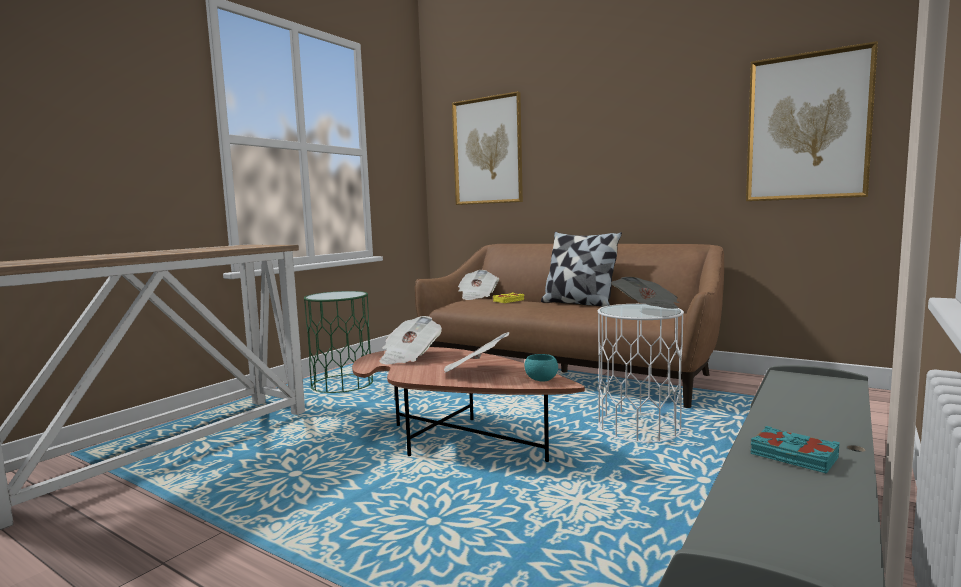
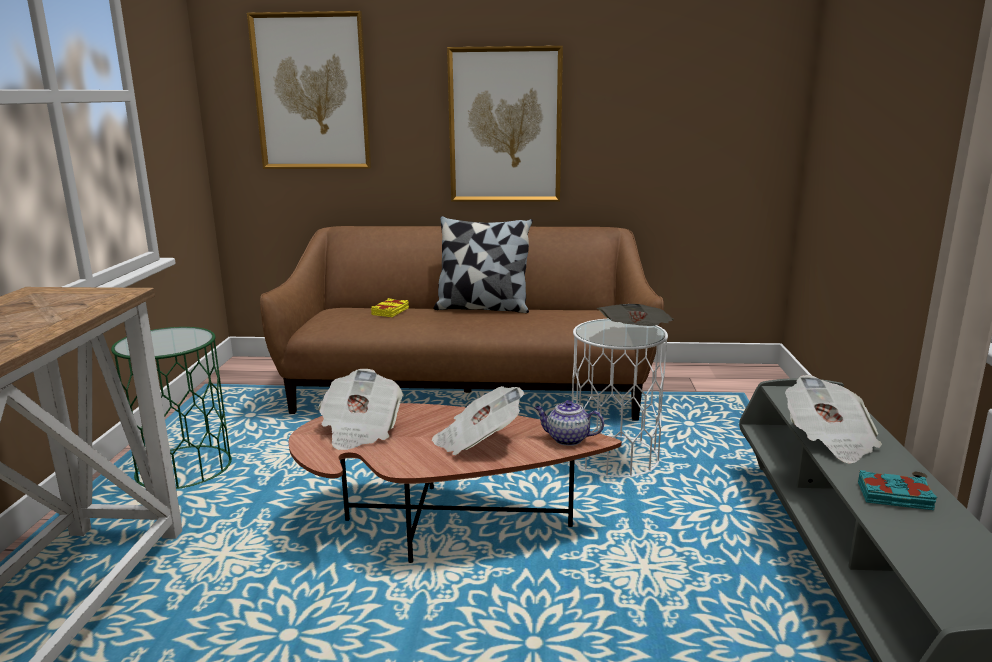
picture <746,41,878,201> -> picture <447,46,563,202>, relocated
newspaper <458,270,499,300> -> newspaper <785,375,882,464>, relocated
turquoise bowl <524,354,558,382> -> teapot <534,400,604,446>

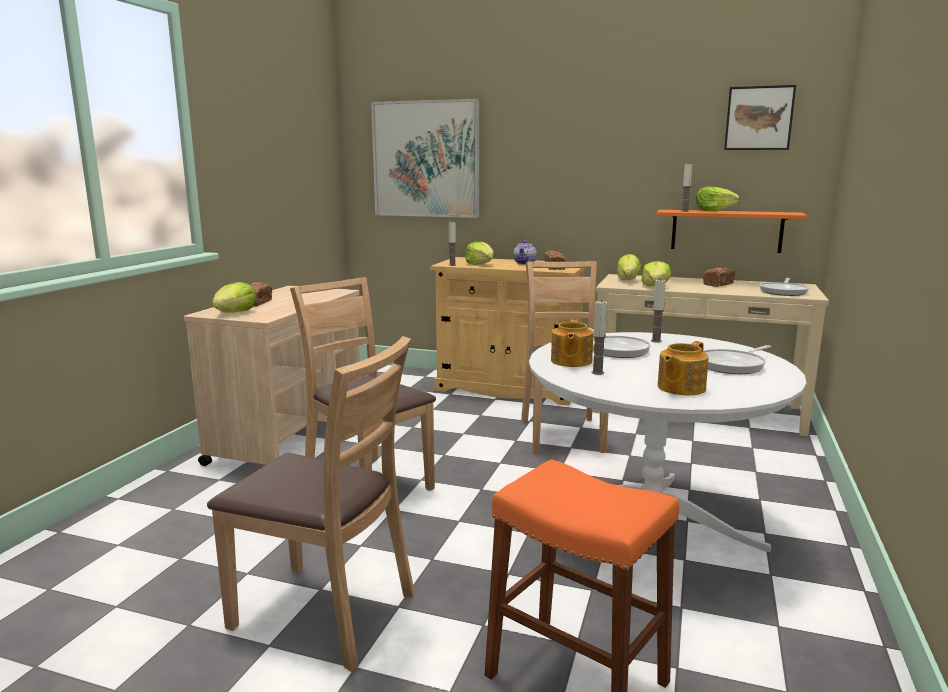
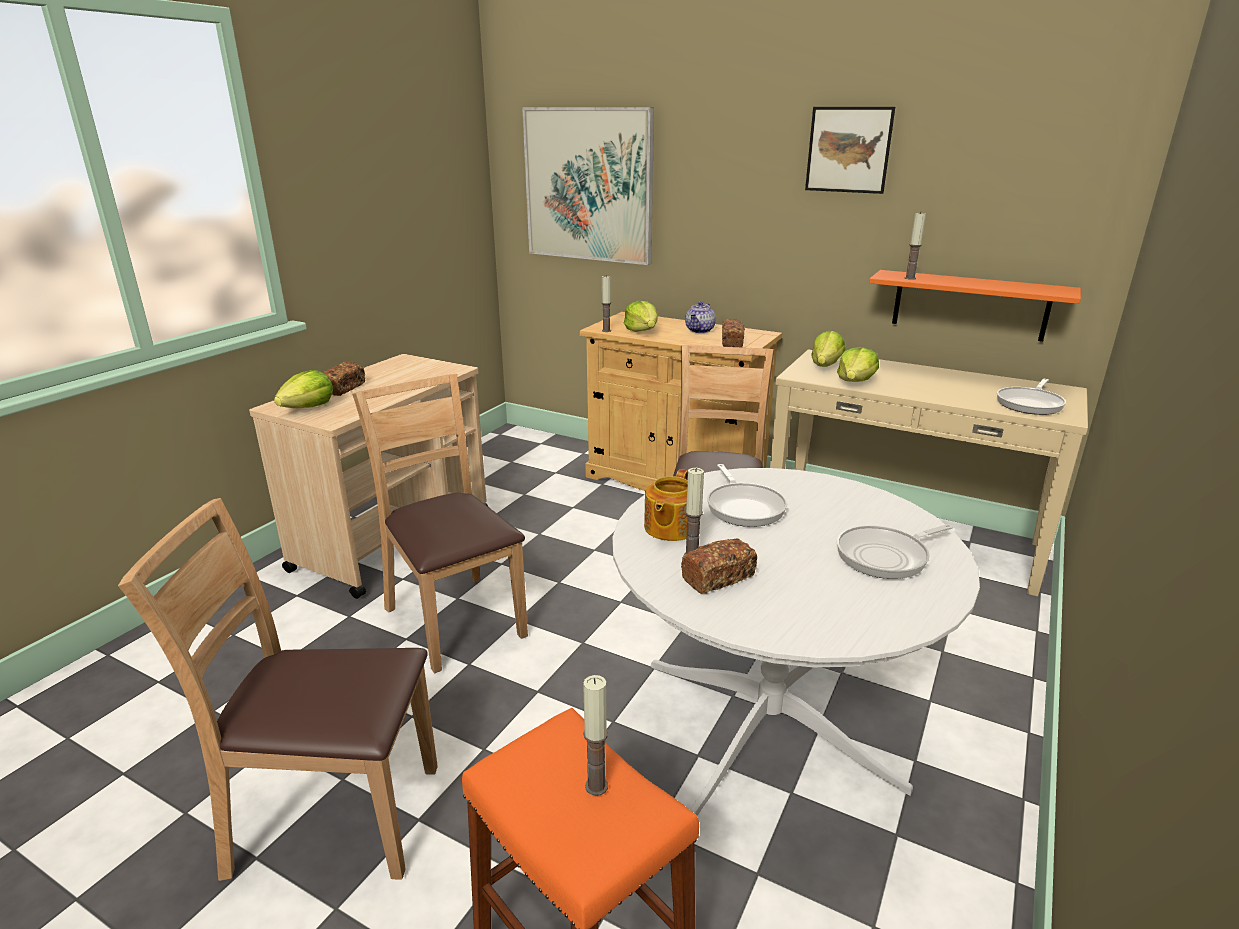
picture <724,85,796,150> -> picture <805,107,895,194>, relocated
lettuce <696,186,740,211> -> none
bread <703,268,735,287> -> bread <681,539,757,594>, relocated
candle <651,279,666,343> -> candle <583,675,608,796>, relocated
brown chair <207,336,415,672> -> brown chair <118,498,438,881>, 150 degrees clockwise
teapot <658,341,709,395> -> none

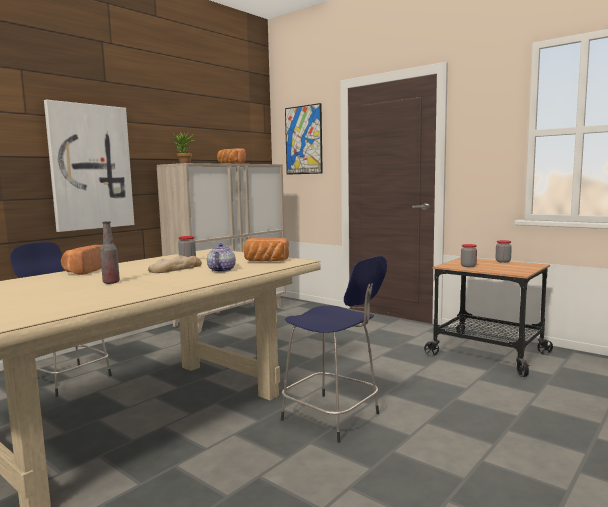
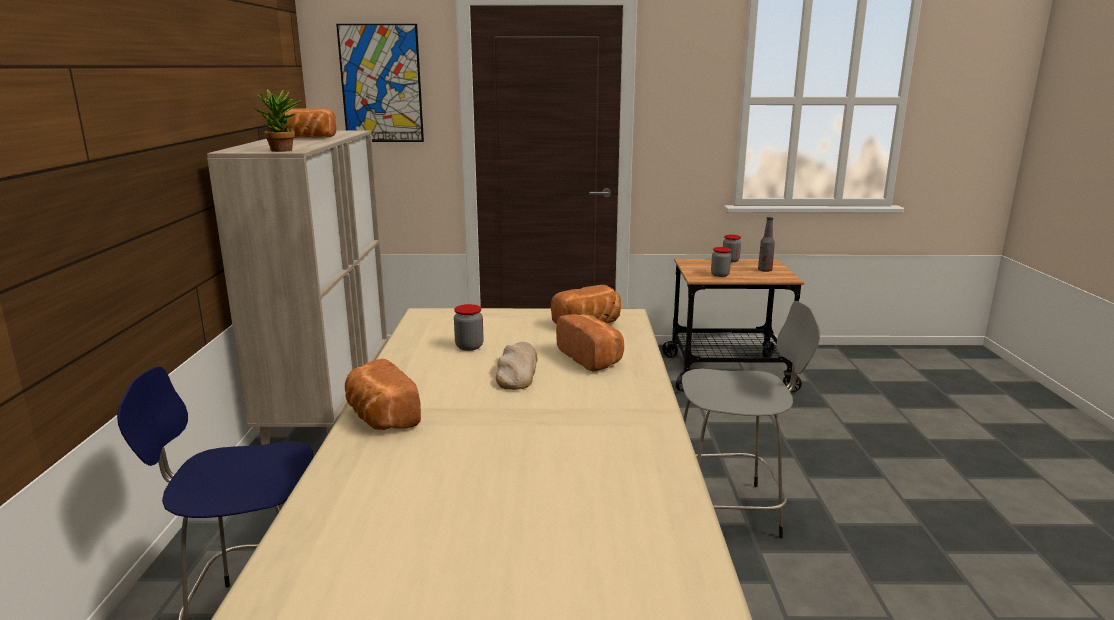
picture <44,100,134,232> -> none
bottle <100,221,120,284> -> bottle <758,217,775,272>, relocated
teapot <207,243,236,272> -> bread <556,314,624,372>
blue stool <281,256,387,443> -> grey stool <682,301,820,538>

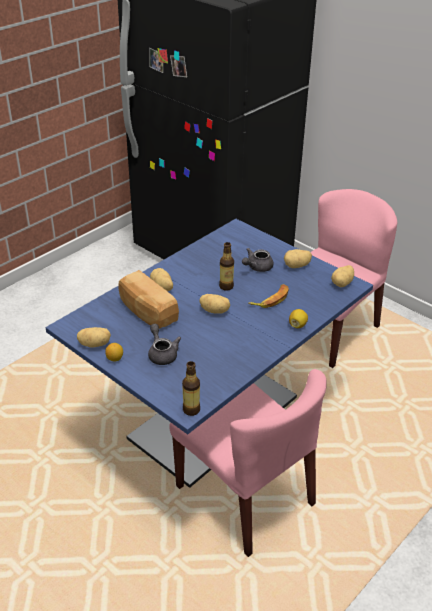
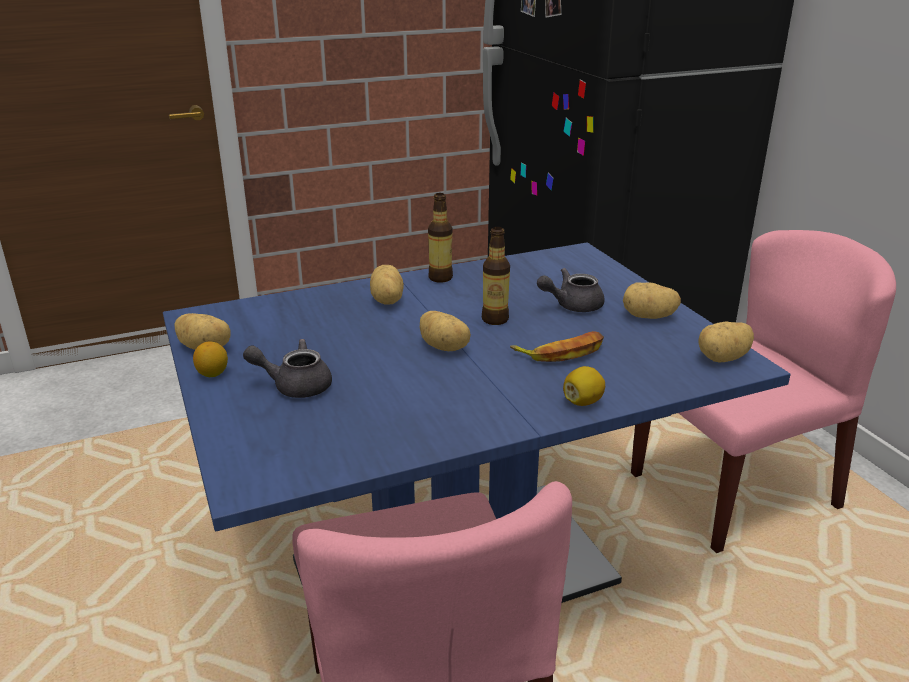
bread <118,270,179,329> -> none
grey teapot <148,324,181,365> -> grey teapot <243,339,332,398>, 90 degrees counterclockwise
bottle <182,361,200,416> -> bottle <428,193,453,283>, relocated

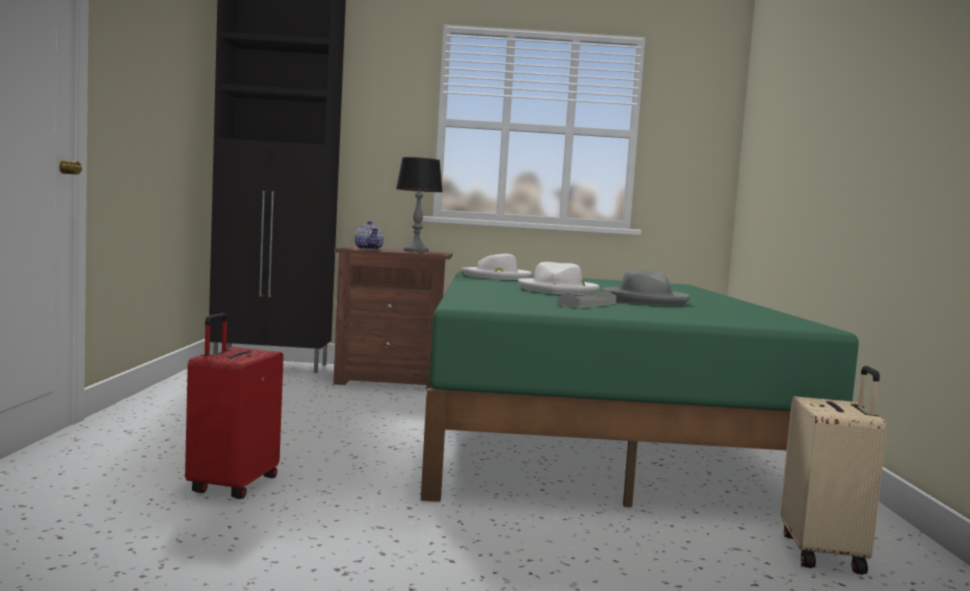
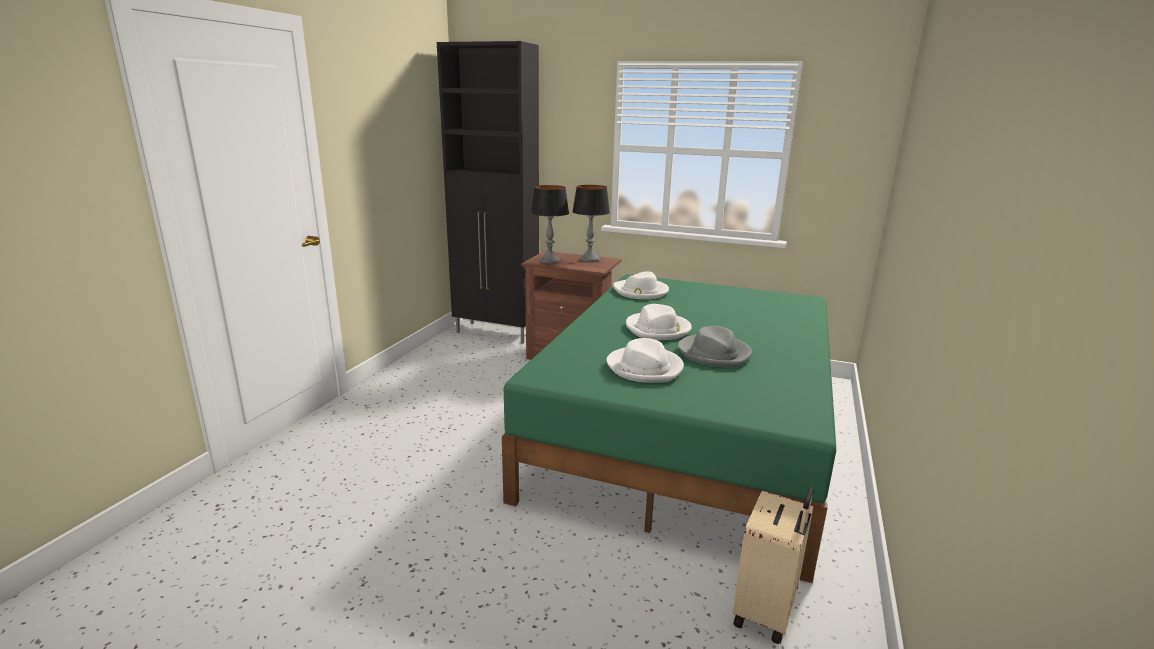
teapot <354,221,384,250> -> table lamp <531,185,569,264>
grey tray <557,290,616,308> -> white hat <607,338,684,383>
red suitcase <185,313,283,499> -> none

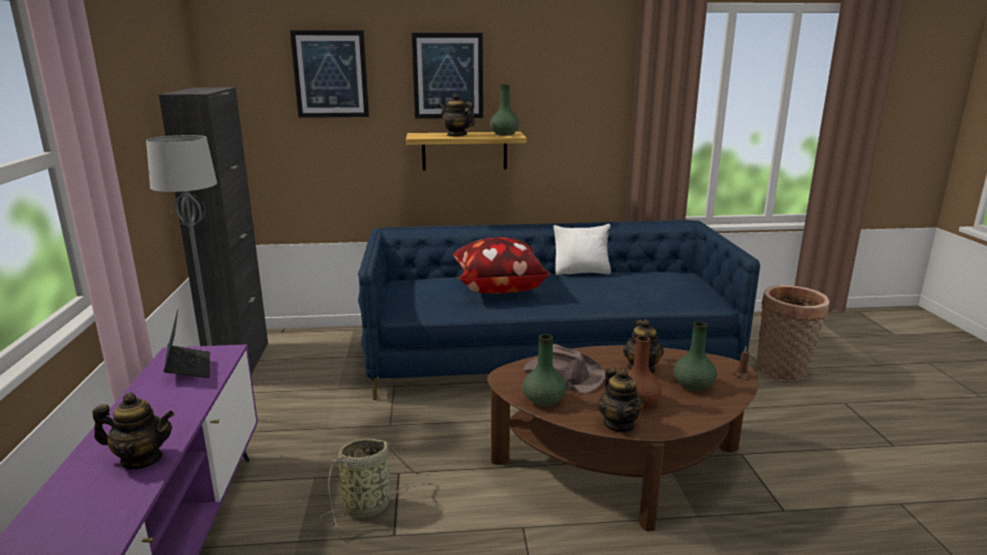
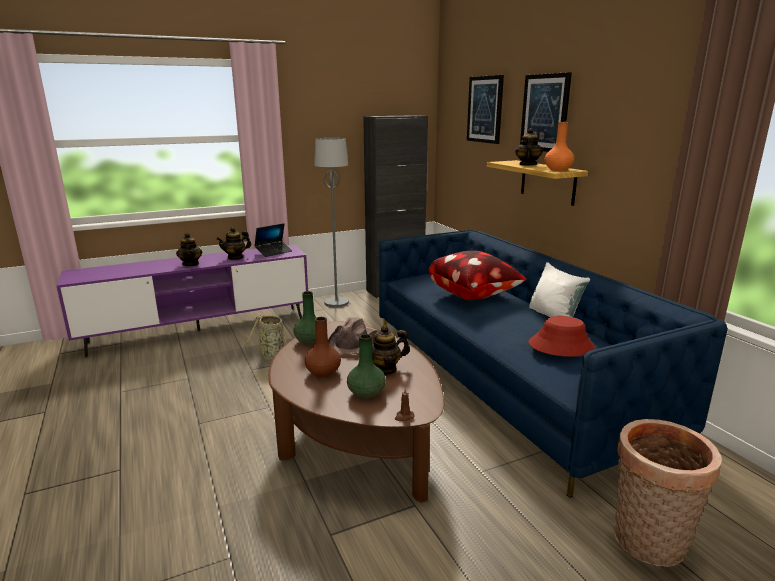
green vase <490,84,520,136> -> orange vase <545,122,574,171>
teapot <598,368,644,433> -> teapot <216,227,251,260>, relocated
none -> red hat <528,316,595,357>

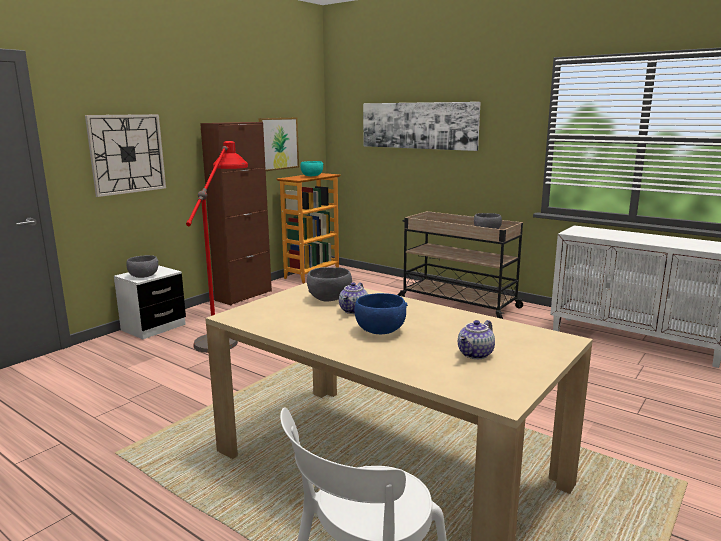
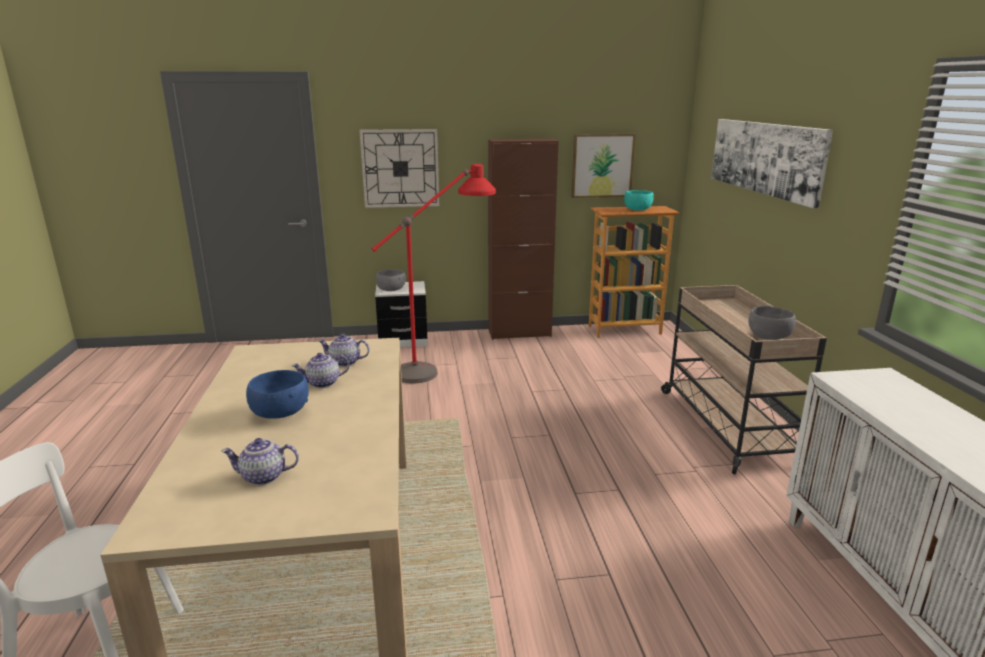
grey bowl <307,267,352,302> -> teapot <319,334,369,367>

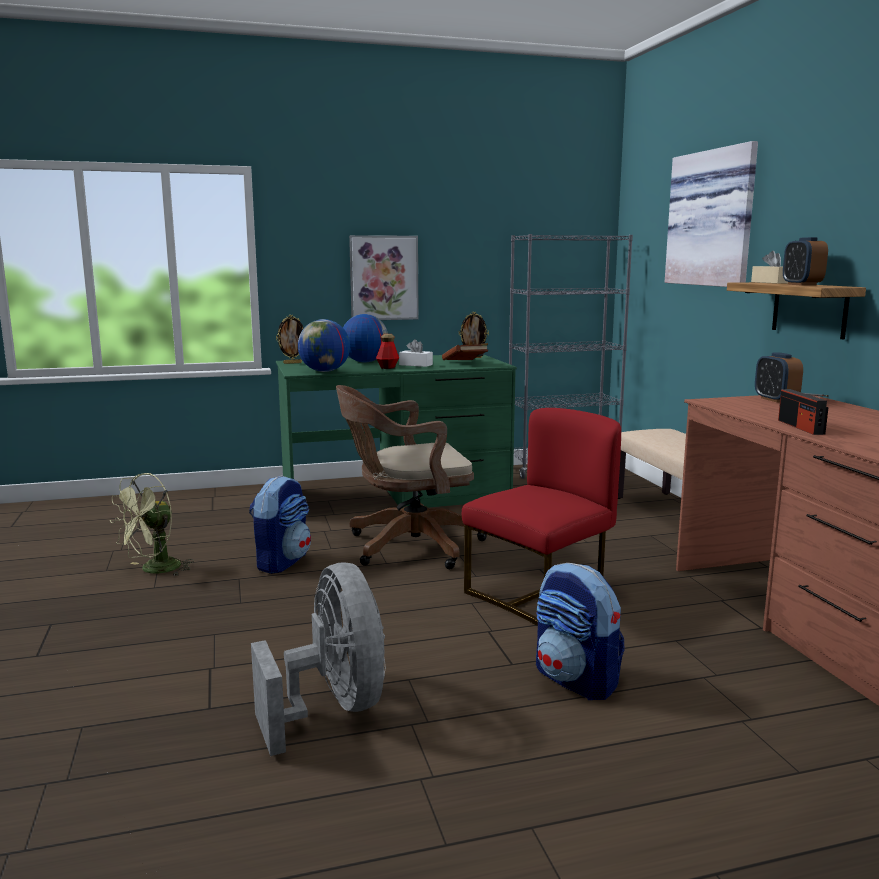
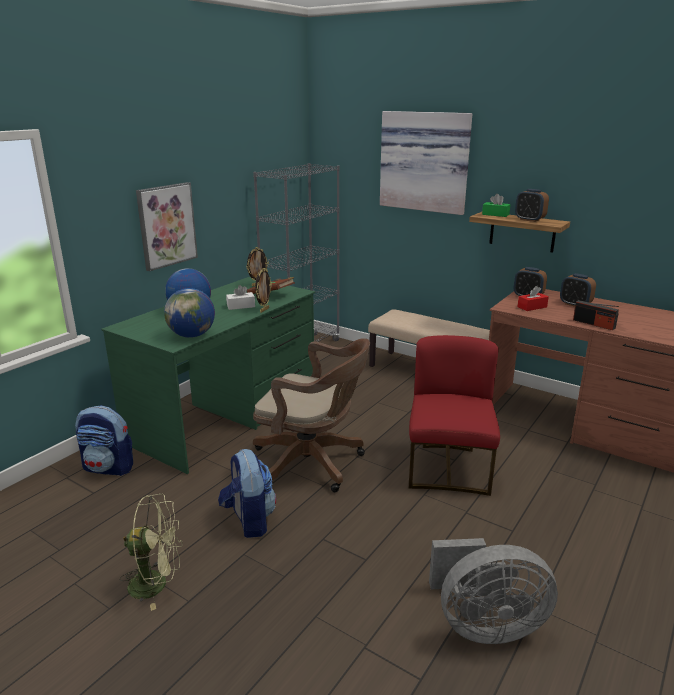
beige tissue box <751,251,788,284> -> green tissue box <482,194,511,217>
picture frame <276,315,304,364> -> picture frame <255,268,272,313>, relocated
bottle <376,334,399,369> -> none
brown office chair <336,385,487,569> -> brown office chair <253,338,370,492>, 105 degrees counterclockwise
green fan <110,473,194,576> -> green fan <120,494,183,611>, 90 degrees counterclockwise
grey fan <251,563,385,756> -> grey fan <429,538,558,644>, 150 degrees clockwise
backpack <536,563,625,700> -> backpack <75,405,133,476>, relocated
none -> alarm clock <560,273,596,307>
none -> red tissue box <518,286,549,311>

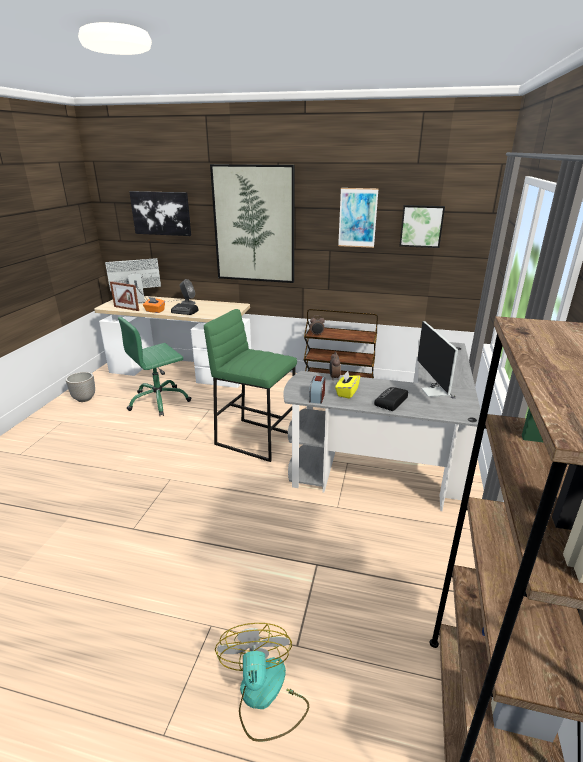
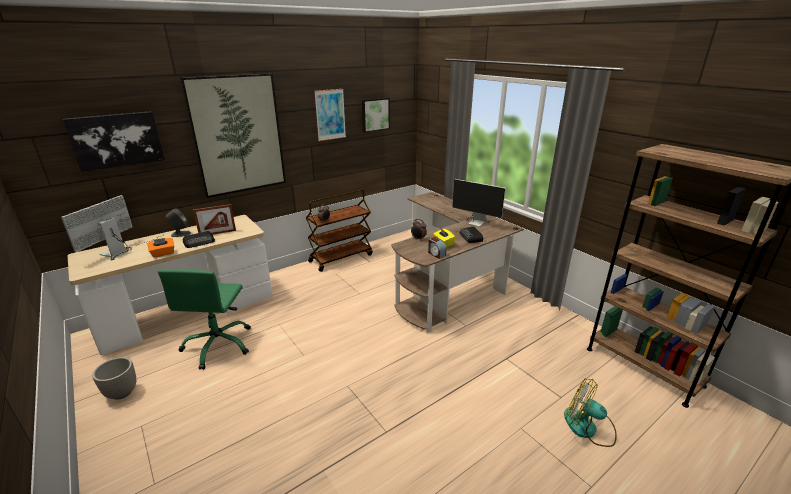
picture frame <110,281,139,311> -> picture frame <193,204,236,235>, relocated
green stool <204,309,297,462> -> none
grey desk <283,339,481,511> -> brown desk <391,192,524,333>

